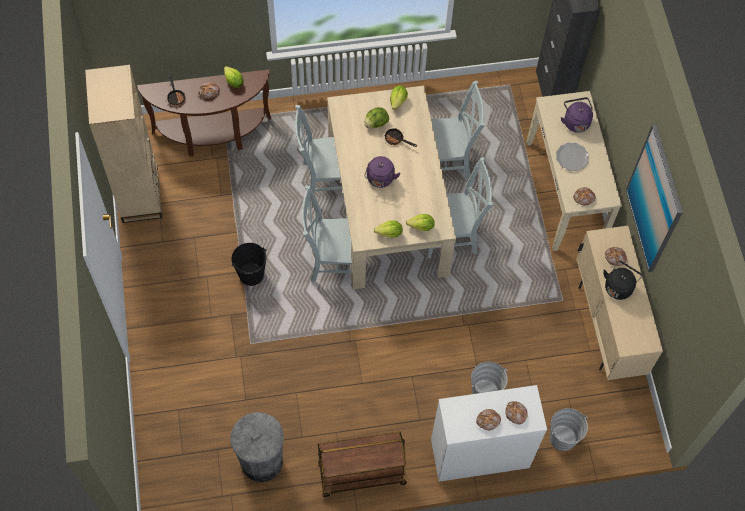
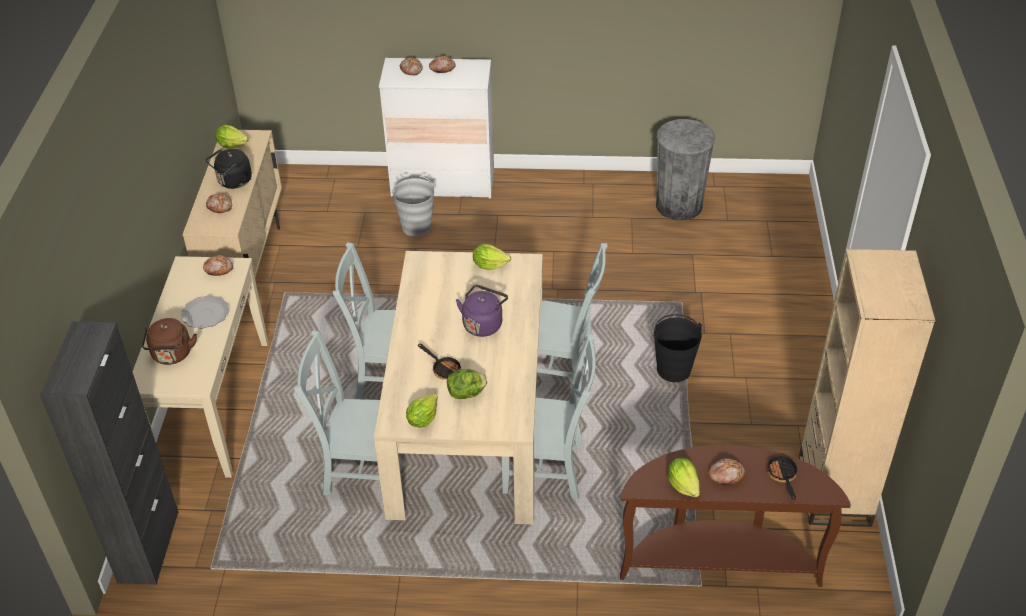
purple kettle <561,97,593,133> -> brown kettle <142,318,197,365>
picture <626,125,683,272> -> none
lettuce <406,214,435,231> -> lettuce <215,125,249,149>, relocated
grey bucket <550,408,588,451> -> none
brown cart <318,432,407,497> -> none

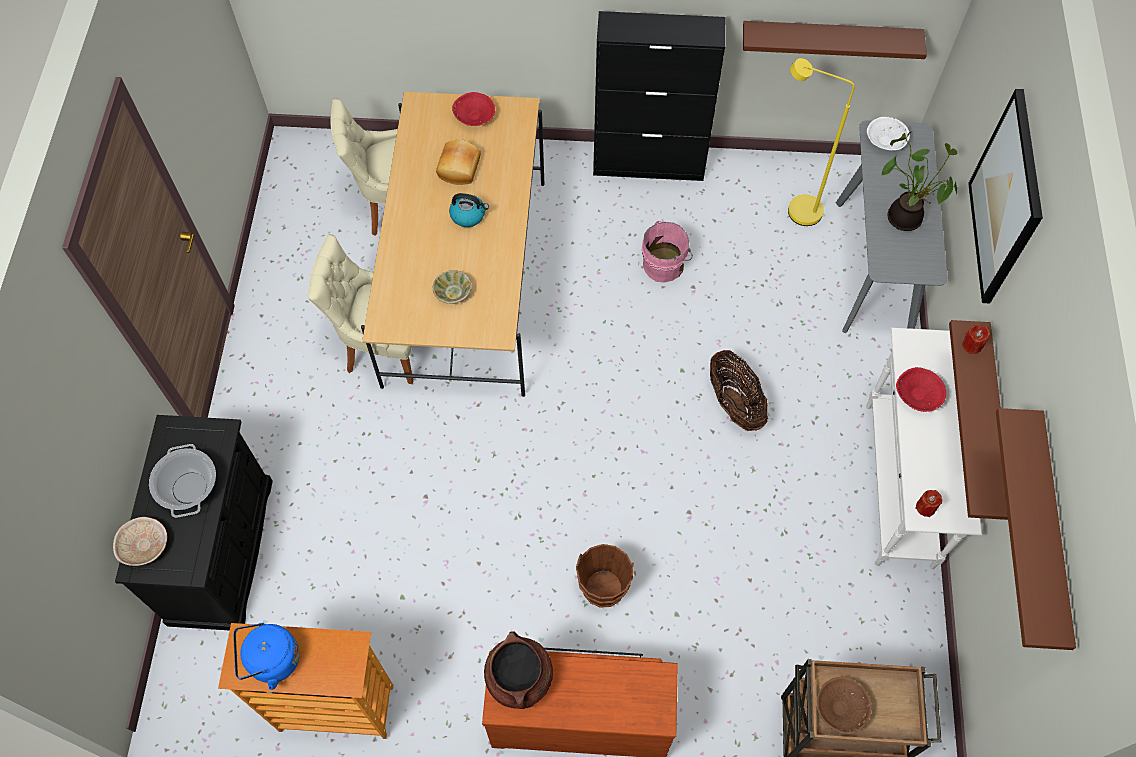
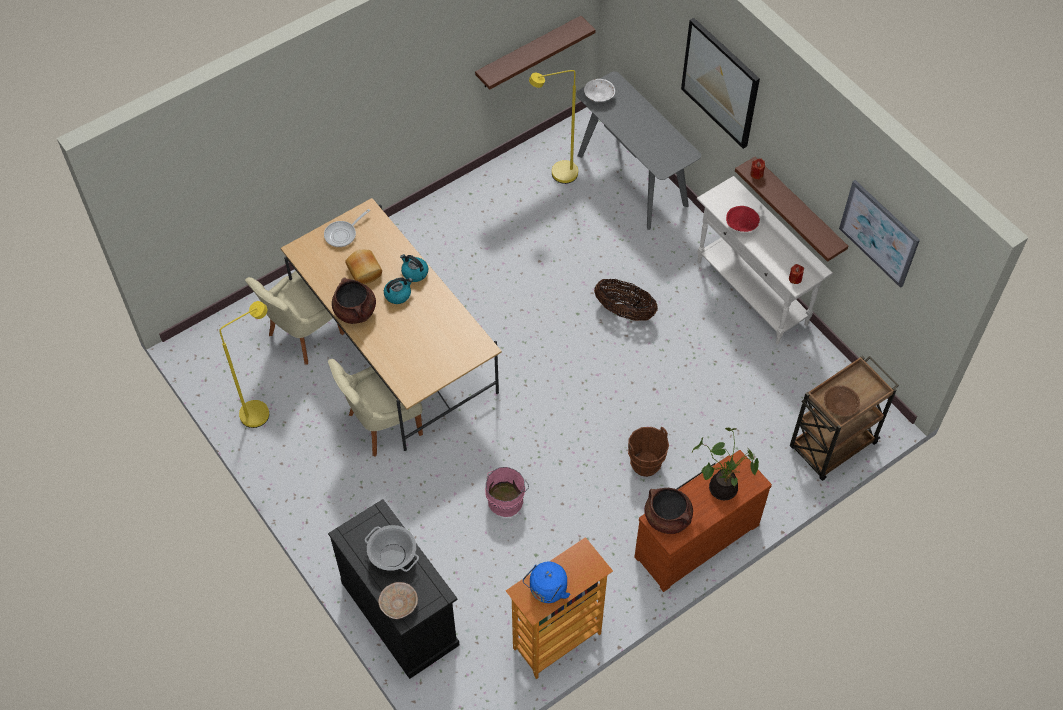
black cabinet <593,11,725,181> -> none
red bowl <452,92,495,126> -> frying pan <324,209,370,247>
potted plant <881,131,957,231> -> potted plant <692,428,759,500>, relocated
pink bucket <642,221,693,283> -> pink bucket <485,467,529,517>, relocated
beige bowl <433,270,472,304> -> none
brown shelf <996,408,1076,650> -> picture <839,180,920,288>
none -> kettle <400,254,428,282>
none -> brown cooking pot <332,277,376,324>
none -> yellow floor lamp <219,301,269,428>

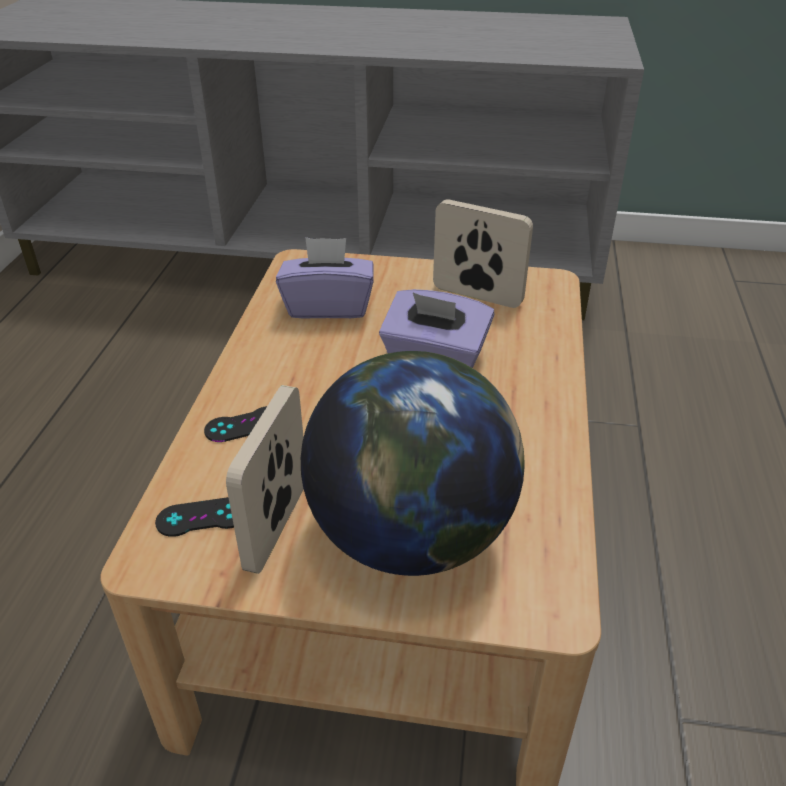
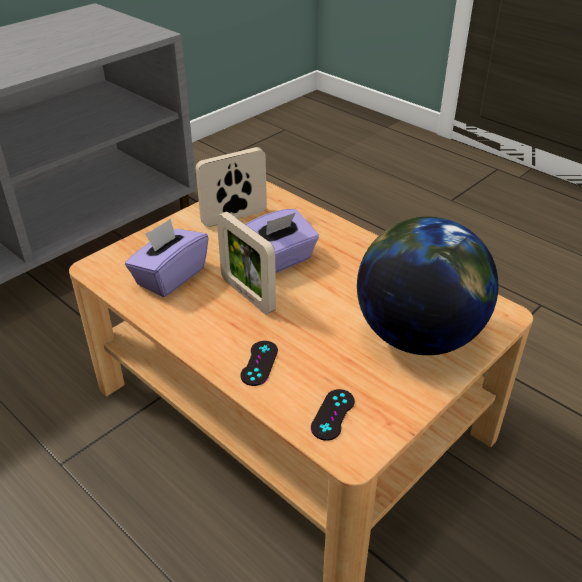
picture frame <226,385,304,574> -> picture frame <217,212,276,315>, relocated

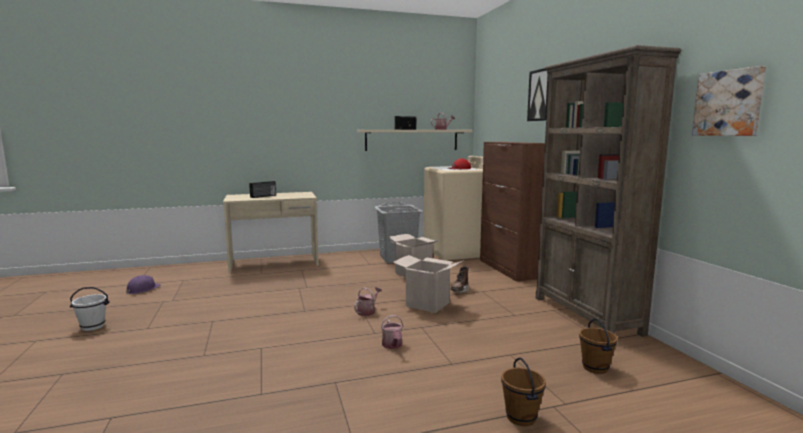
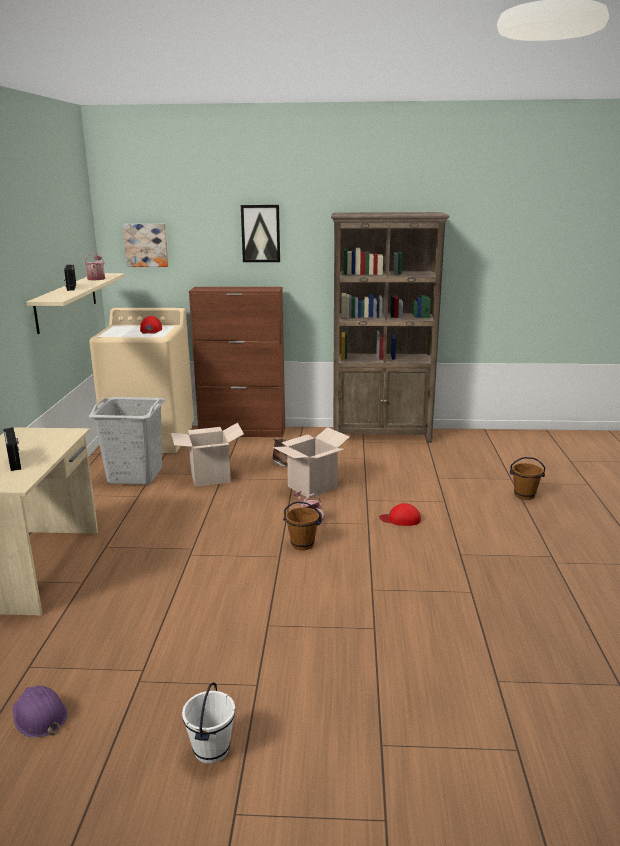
picture <692,66,766,136> -> picture <123,224,169,267>, relocated
watering can <381,315,403,349> -> red cap <379,503,421,526>
brown bucket <579,318,618,374> -> brown bucket <283,501,322,550>, relocated

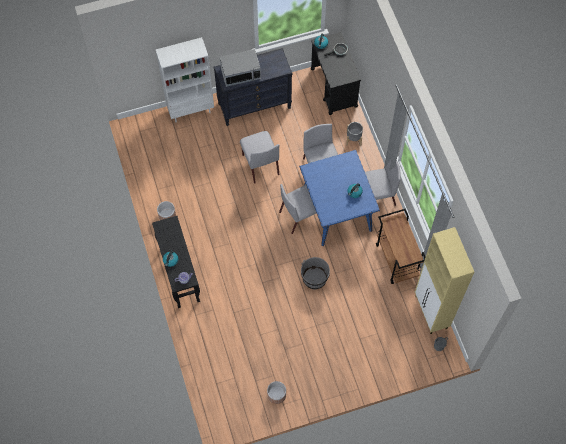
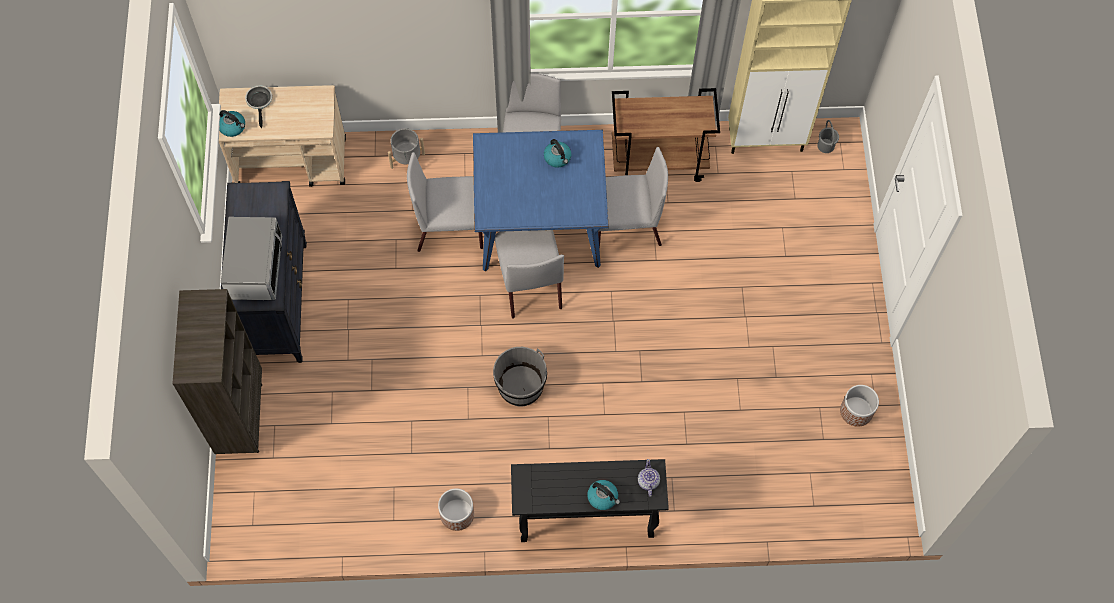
black cart <311,32,361,115> -> beige cart <219,85,346,187>
white bookcase <156,37,214,123> -> brown bookcase <172,289,262,454>
grey chair <240,131,279,183> -> grey chair <598,147,668,250>, relocated
grey bucket <301,257,330,289> -> grey bucket <493,347,547,406>, relocated

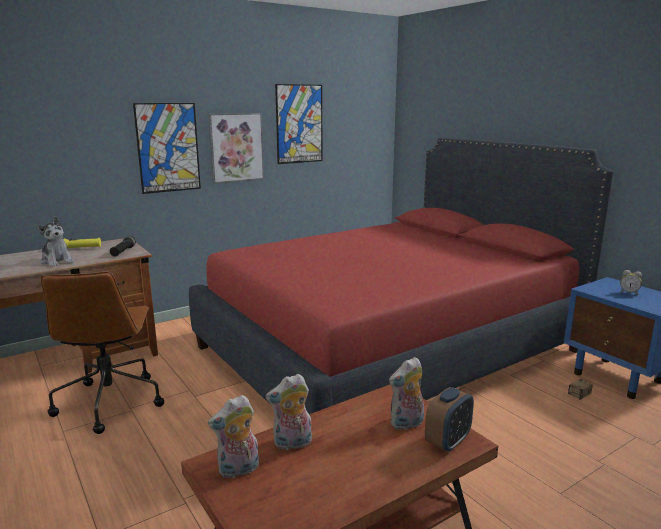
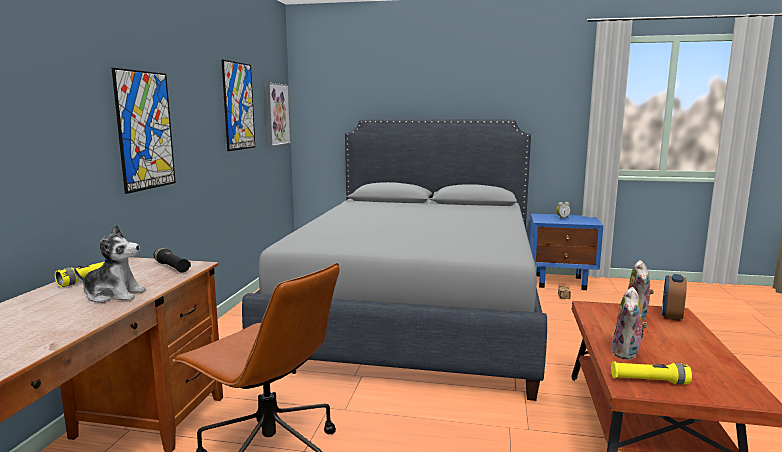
picture <208,113,264,184> -> picture <265,82,291,147>, relocated
red bed <189,137,614,414> -> grey bed <242,119,547,401>
alarm clock <425,387,474,452> -> alarm clock <662,274,687,321>, 150 degrees counterclockwise
plush toy <208,395,259,478> -> yellow flashlight <611,361,692,384>

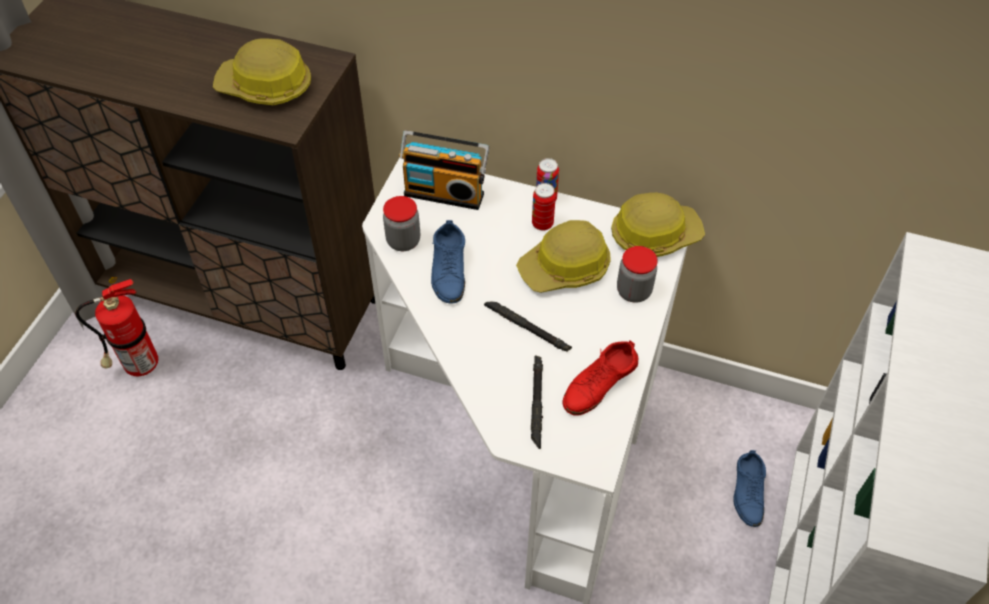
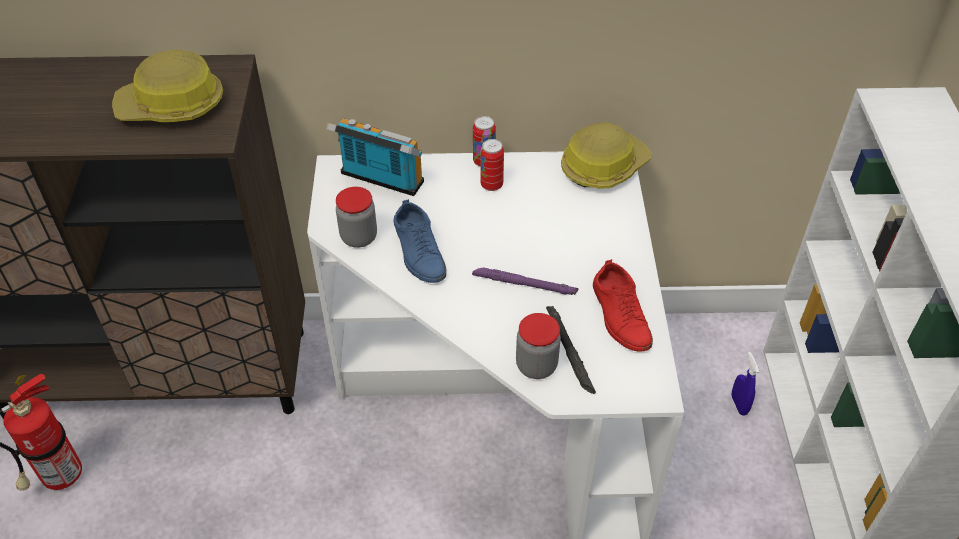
radio <399,131,489,210> -> radio <326,119,424,196>, 150 degrees counterclockwise
hard hat <516,220,611,293> -> none
jar <617,246,658,303> -> jar <516,313,561,379>, relocated
black flashlight <484,302,572,352> -> purple flashlight <472,268,578,295>
red shoe <562,340,638,416> -> red shoe <593,259,653,352>, 45 degrees counterclockwise
blue shoe <733,450,766,527> -> blue spray bottle <731,352,759,415>

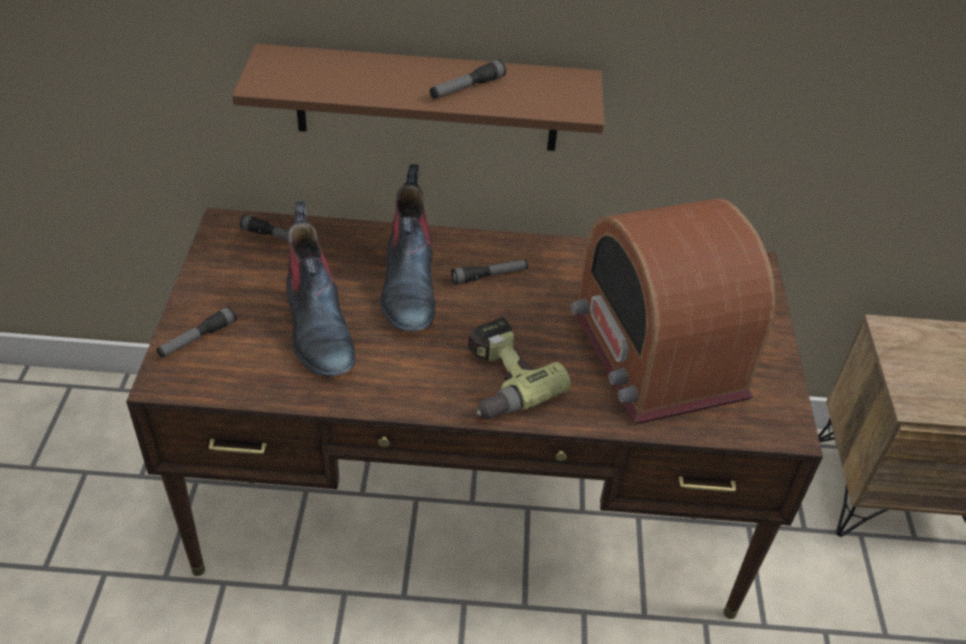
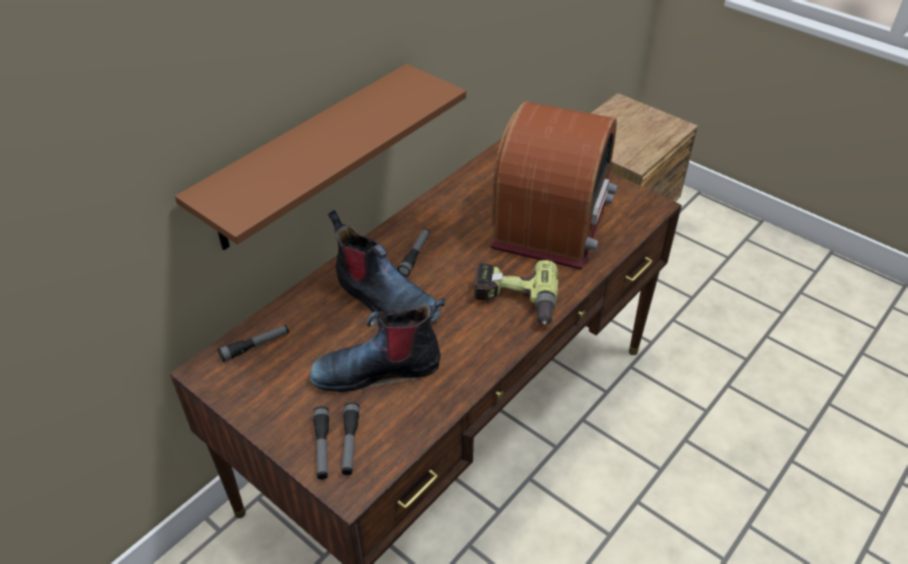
flashlight <430,60,506,99> -> flashlight <342,402,360,475>, relocated
radio <571,199,775,425> -> radio <490,101,617,270>, 90 degrees counterclockwise
boot <286,201,355,377> -> boot <309,298,446,392>, 150 degrees clockwise

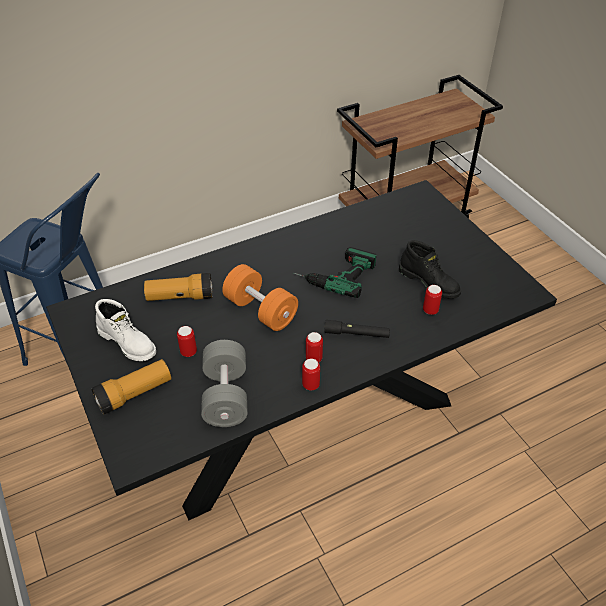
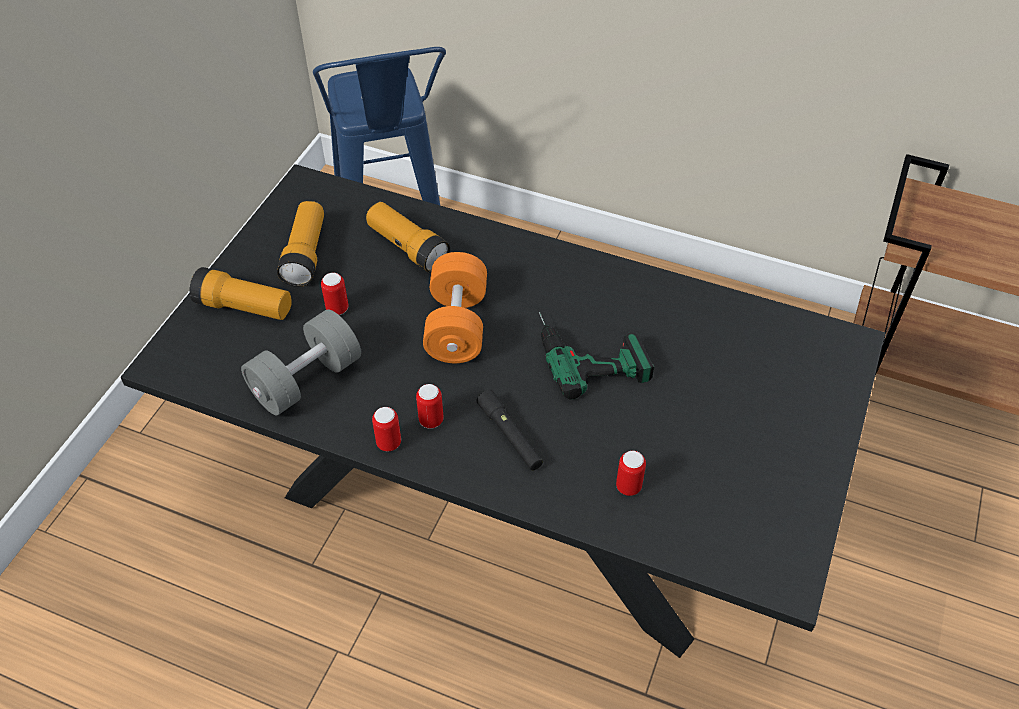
black boot <399,240,461,299> -> none
white boot <95,299,156,361> -> flashlight <277,201,324,287>

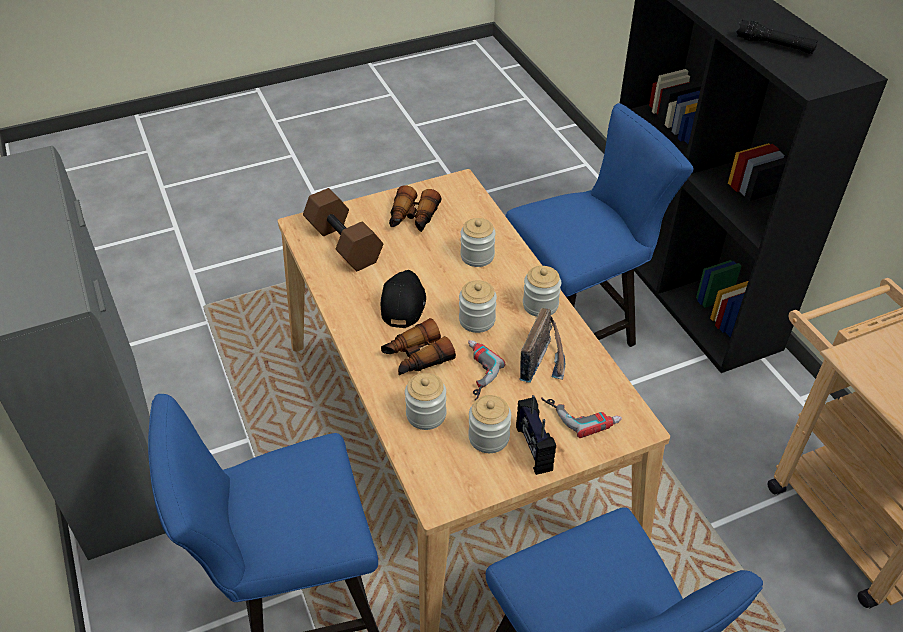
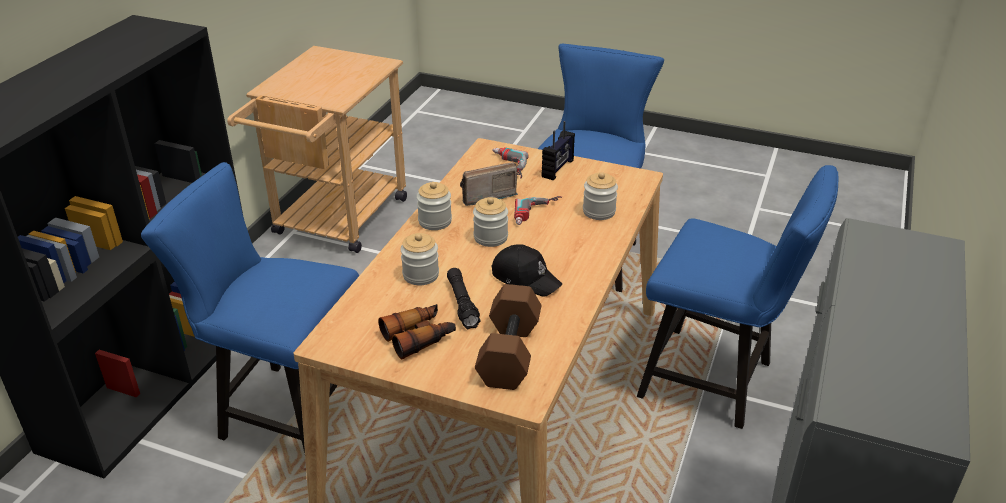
black flashlight <736,20,817,54> -> black flashlight <447,268,481,329>, relocated
black cap <381,270,426,328> -> black cap <491,244,562,296>, 105 degrees counterclockwise
binoculars <381,318,456,375> -> none
jar <468,395,511,453> -> none

